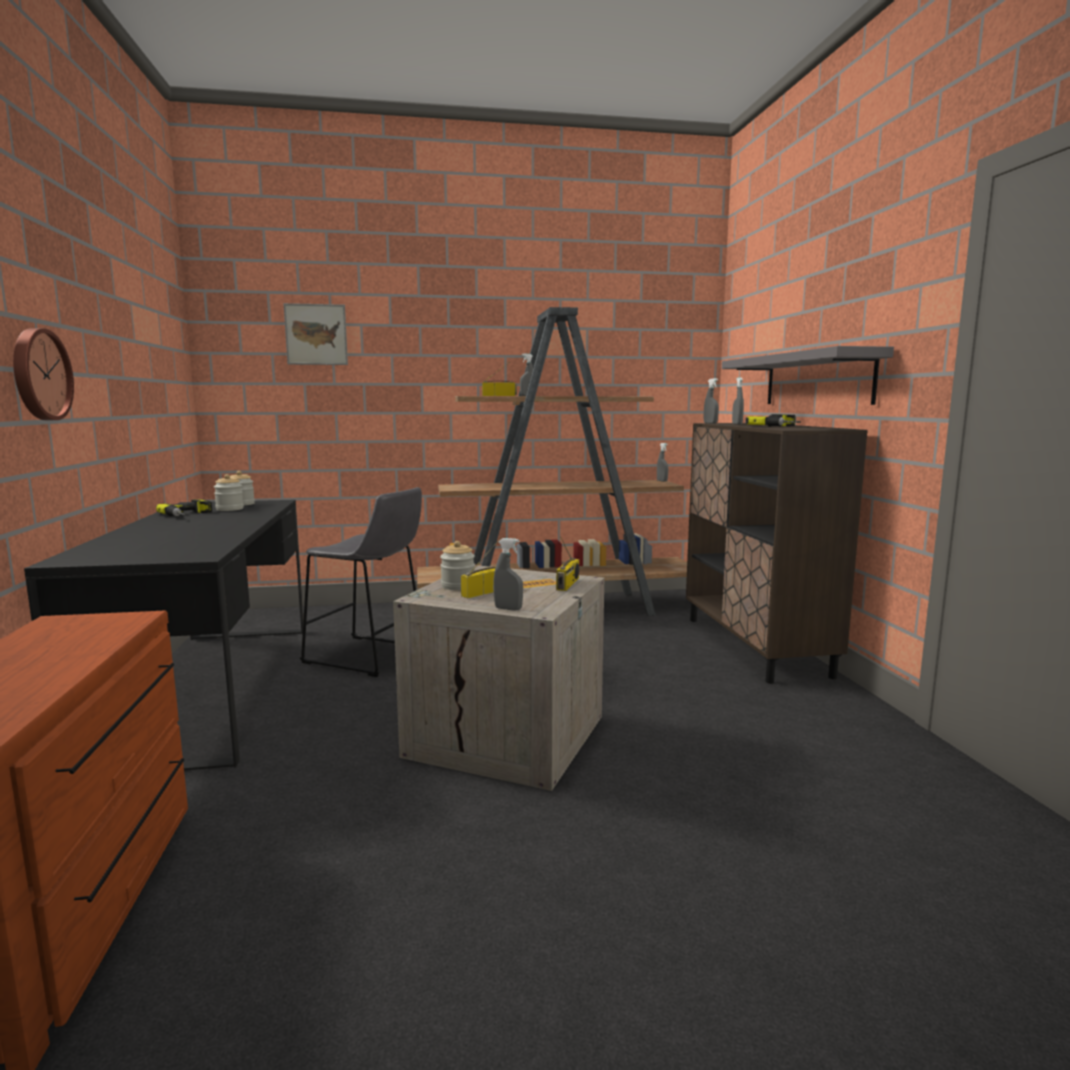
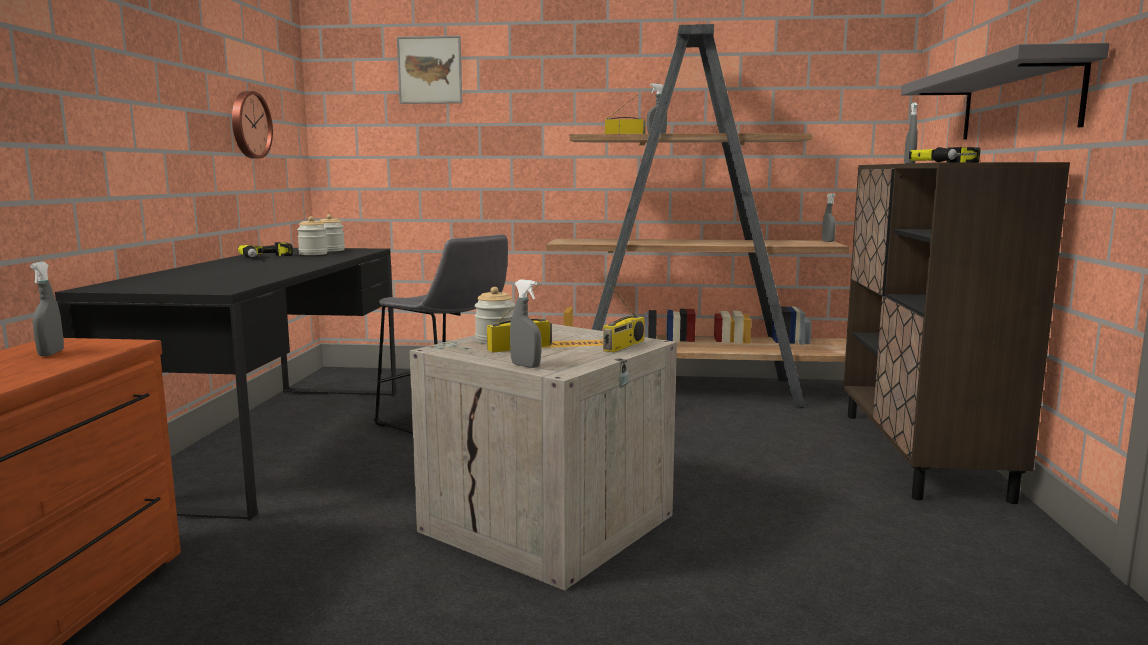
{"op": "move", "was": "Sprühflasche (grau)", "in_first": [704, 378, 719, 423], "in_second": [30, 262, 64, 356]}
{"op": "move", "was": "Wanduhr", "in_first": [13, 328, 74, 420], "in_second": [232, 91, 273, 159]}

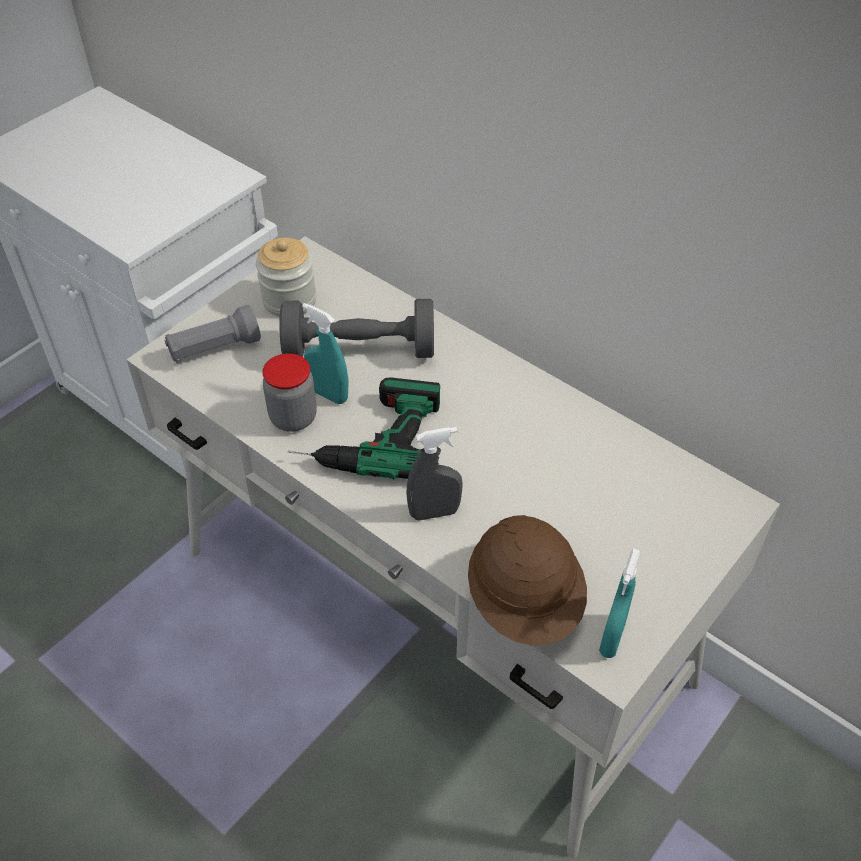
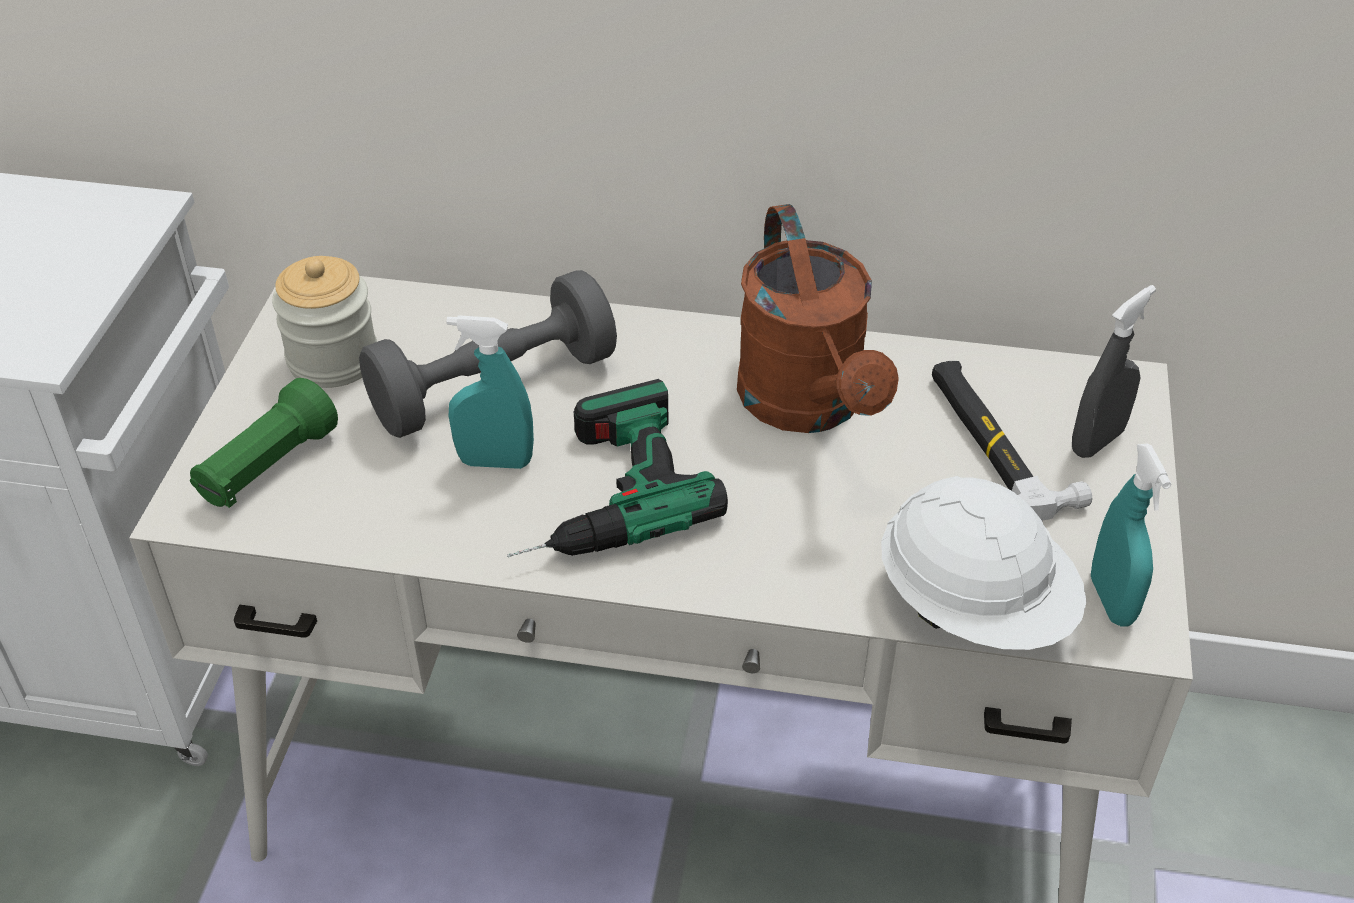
{"op": "recolor", "was": "Taschenlampe (grau)", "now": "Taschenlampe (grün)", "in_first": [165, 305, 261, 364], "in_second": [190, 378, 338, 508]}
{"op": "insert", "now": "Gießkanne (braun)", "in_second": [737, 204, 899, 433]}
{"op": "recolor", "was": "Schutzhelm (braun)", "now": "Schutzhelm (weiß)", "in_first": [468, 515, 587, 646], "in_second": [881, 476, 1086, 650]}
{"op": "insert", "now": "Hammer", "in_second": [932, 361, 1092, 521]}
{"op": "move", "was": "Sprühflasche (grau)", "in_first": [406, 427, 463, 521], "in_second": [1072, 285, 1156, 458]}
{"op": "delete", "was": "Vorratsglas", "in_first": [262, 353, 317, 432]}

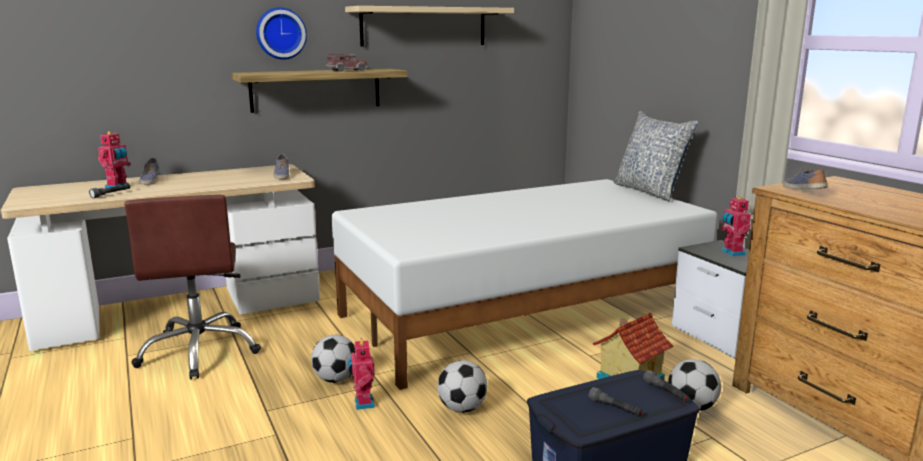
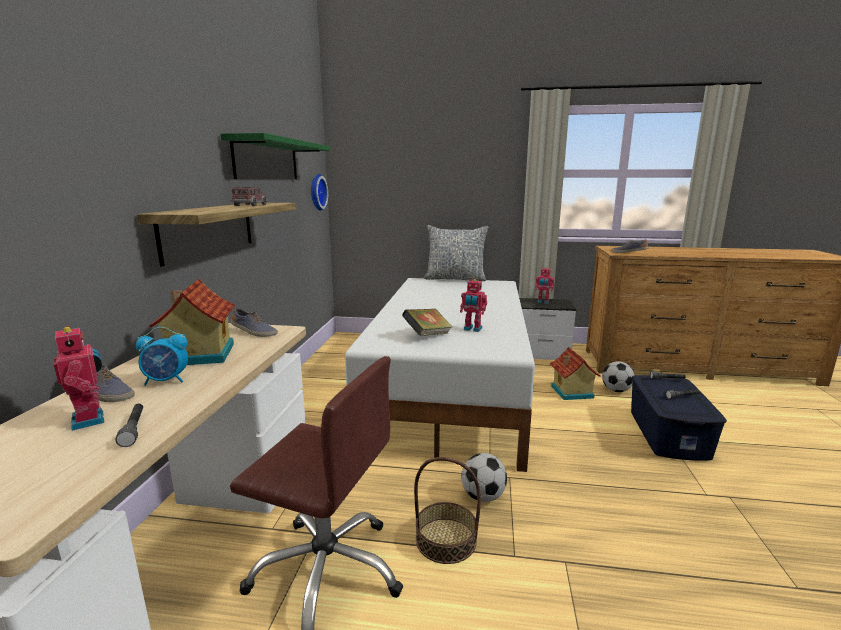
{"op": "insert", "now": "Wecker", "in_second": [136, 327, 188, 386]}
{"op": "insert", "now": "Spielzeughaus", "in_second": [149, 279, 235, 365]}
{"op": "recolor", "was": "Wandregal (beige)", "now": "Wandregal (grün)", "in_first": [345, 6, 514, 47], "in_second": [220, 133, 330, 179]}
{"op": "move", "was": "Wanduhr", "in_first": [256, 7, 307, 60], "in_second": [311, 174, 328, 211]}
{"op": "insert", "now": "Buch", "in_second": [402, 309, 453, 336]}
{"op": "insert", "now": "Korb", "in_second": [414, 457, 481, 564]}
{"op": "move", "was": "Spielzeugroboter", "in_first": [347, 338, 375, 410], "in_second": [460, 279, 487, 332]}
{"op": "delete", "was": "Fußball", "in_first": [437, 360, 487, 413]}

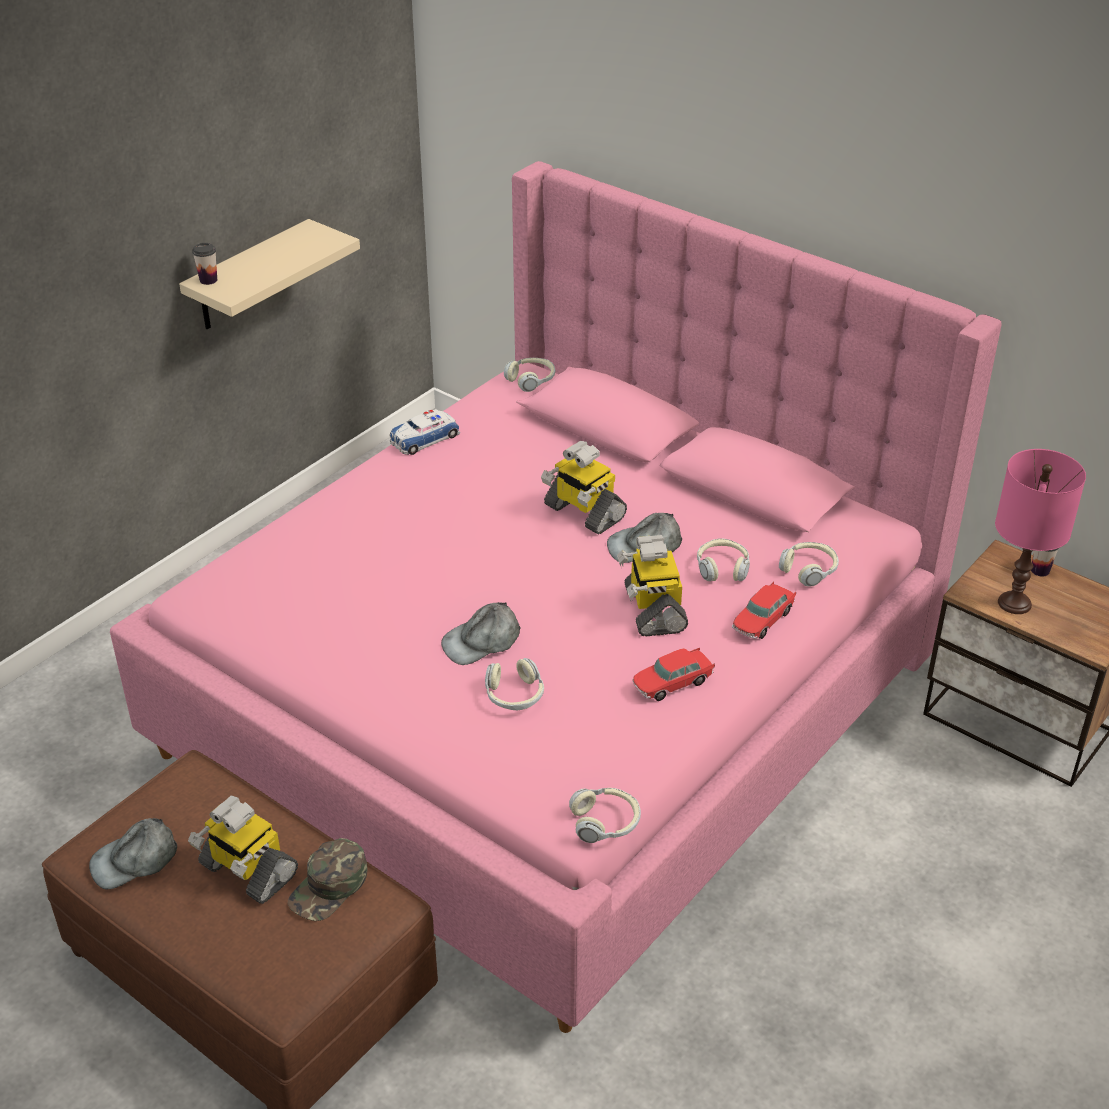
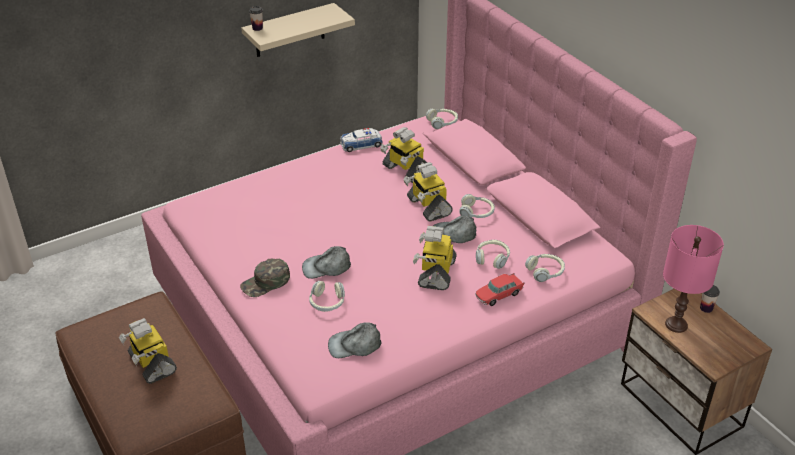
{"op": "move", "was": "Kappe (grün)", "in_first": [287, 838, 367, 921], "in_second": [240, 259, 290, 297]}
{"op": "move", "was": "Kappe (grau)", "in_first": [89, 818, 177, 890], "in_second": [328, 322, 381, 358]}
{"op": "insert", "now": "Spielzeugroboter", "in_second": [380, 127, 427, 183]}
{"op": "move", "was": "Kopfhörer", "in_first": [569, 788, 641, 843], "in_second": [459, 194, 495, 218]}
{"op": "delete", "was": "Spielzeugauto", "in_first": [633, 648, 715, 701]}

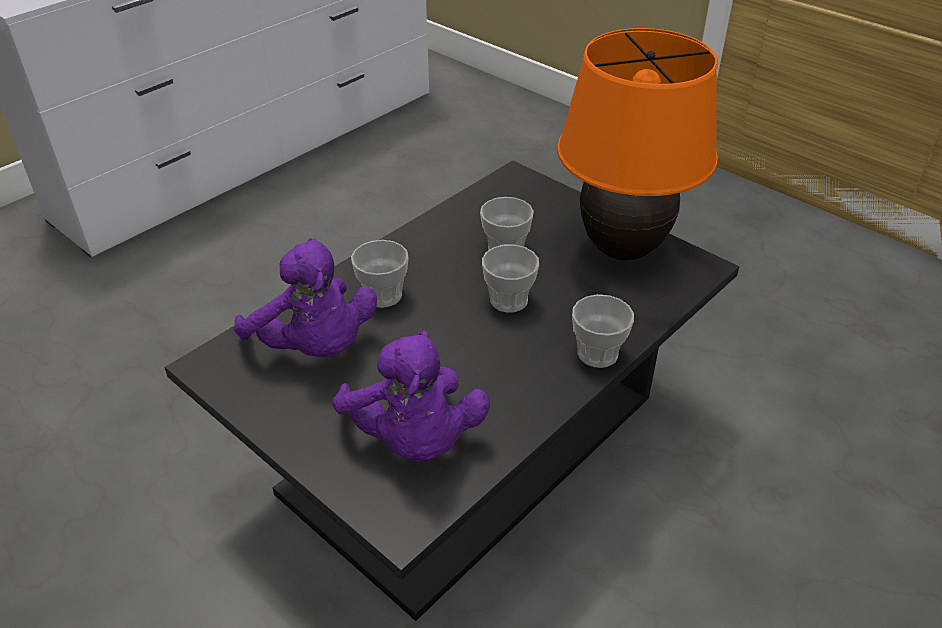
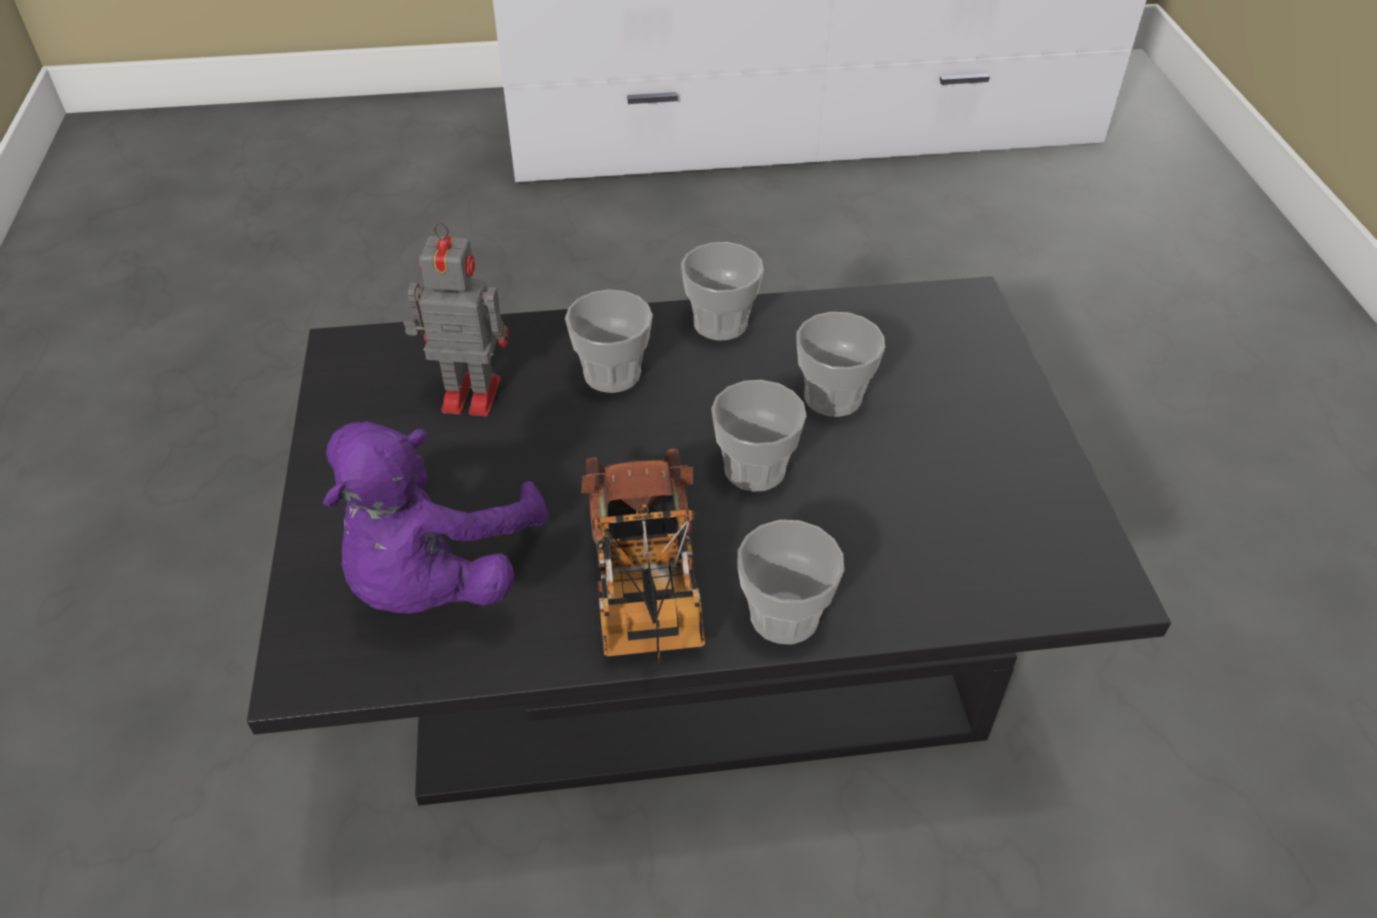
{"op": "replace", "was": "Plüschtier (lila)", "now": "Spielzeugroboter", "in_first": [234, 238, 377, 357], "in_second": [404, 222, 509, 416]}
{"op": "insert", "now": "Spielzeuglaster", "in_second": [581, 449, 705, 666]}
{"op": "insert", "now": "Tasse", "in_second": [681, 242, 764, 340]}
{"op": "delete", "was": "Tischlampe (orange)", "in_first": [557, 28, 718, 261]}

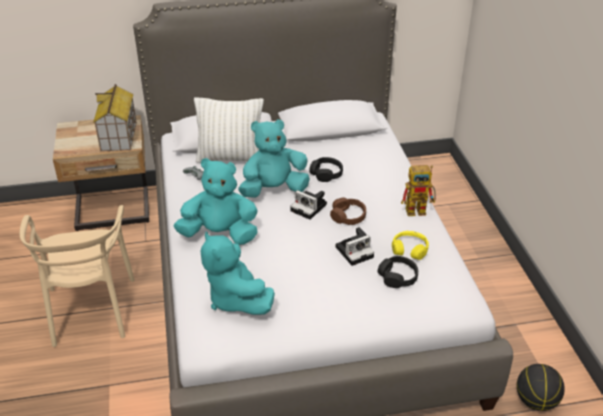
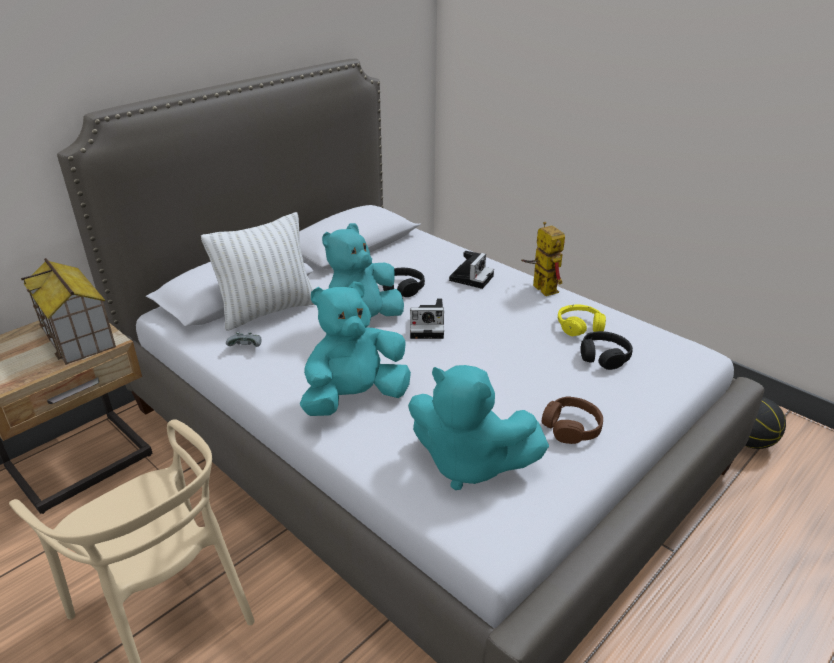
{"op": "move", "was": "Kamera", "in_first": [336, 227, 374, 266], "in_second": [449, 251, 494, 289]}
{"op": "rotate", "was": "Spielzeugroboter", "in_first": [401, 165, 436, 216], "in_second": [521, 221, 565, 296], "clockwise": -75}
{"op": "move", "was": "Kopfhörer (braun)", "in_first": [330, 197, 366, 225], "in_second": [542, 396, 603, 444]}

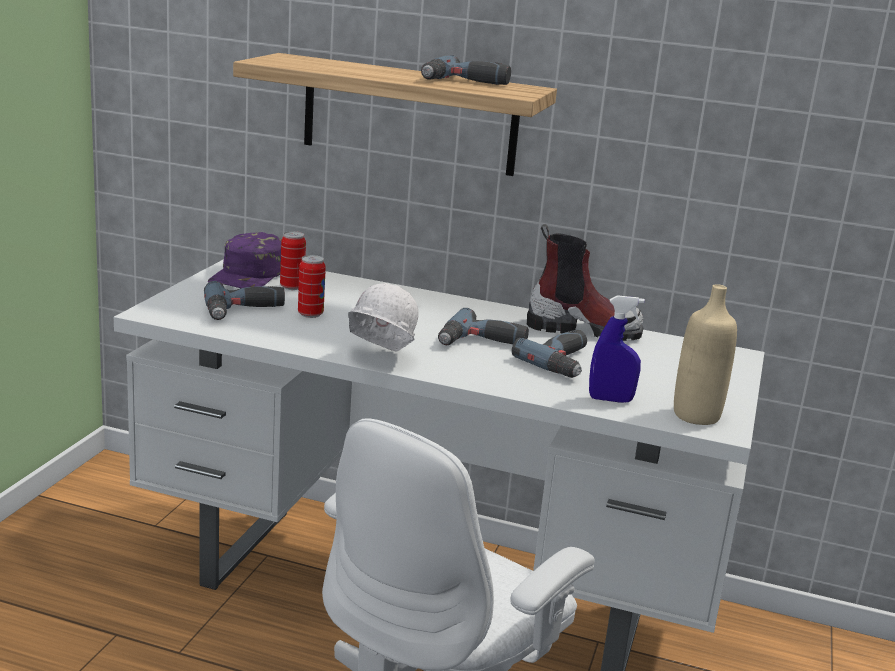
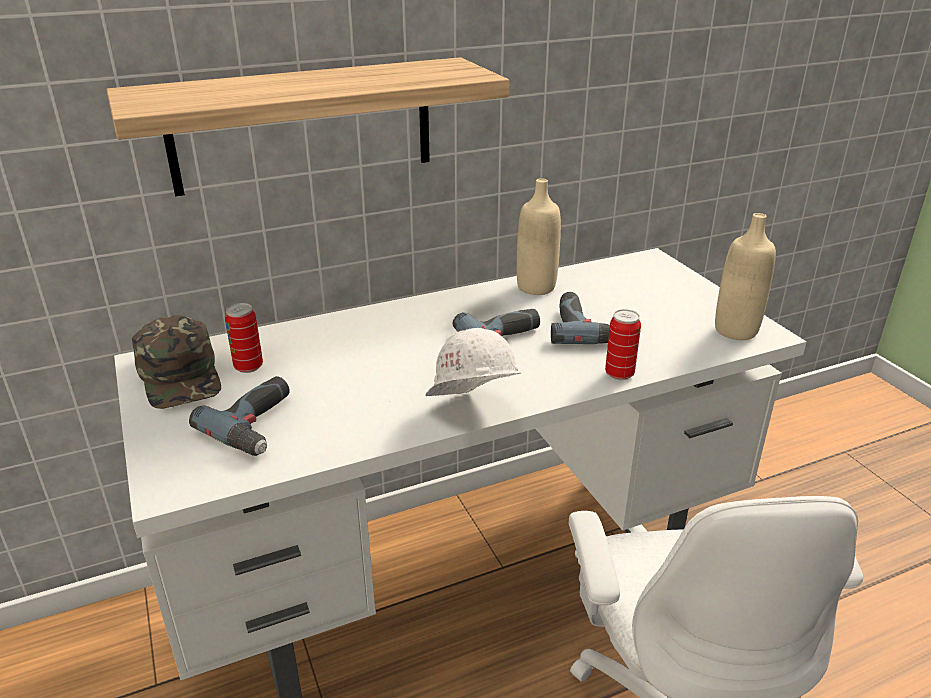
{"op": "recolor", "was": "Kappe (lila)", "now": "Kappe (grün)", "in_first": [208, 232, 281, 288], "in_second": [132, 315, 221, 409]}
{"op": "replace", "was": "Stiefel", "now": "Flasche (beige)", "in_first": [527, 224, 644, 341], "in_second": [517, 178, 561, 295]}
{"op": "move", "was": "Dose", "in_first": [298, 255, 326, 318], "in_second": [605, 309, 641, 380]}
{"op": "delete", "was": "Bohrmaschine", "in_first": [421, 55, 511, 85]}
{"op": "delete", "was": "Sprühflasche (blau)", "in_first": [589, 295, 645, 403]}

